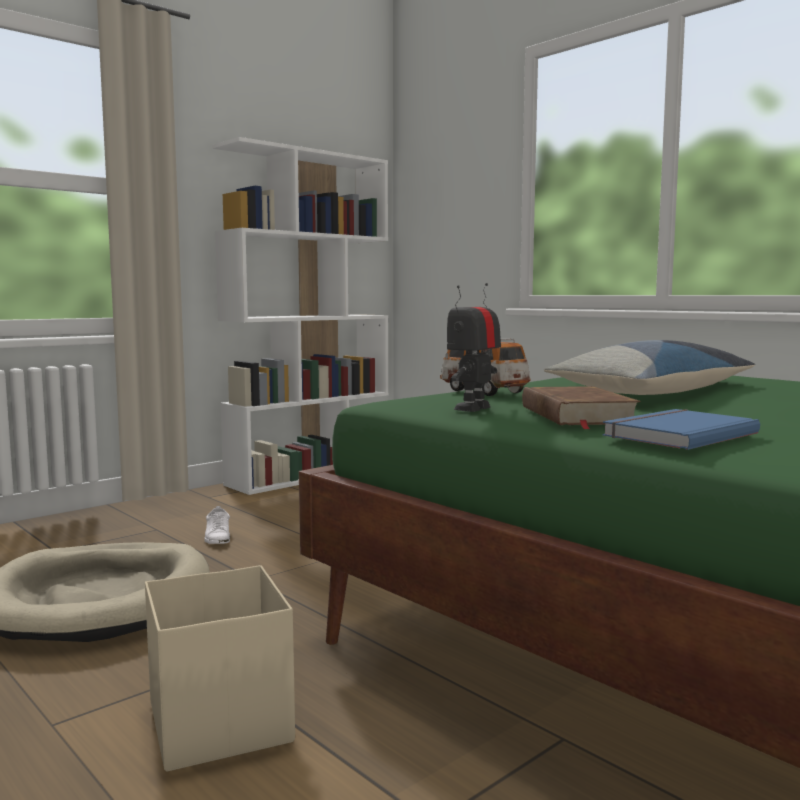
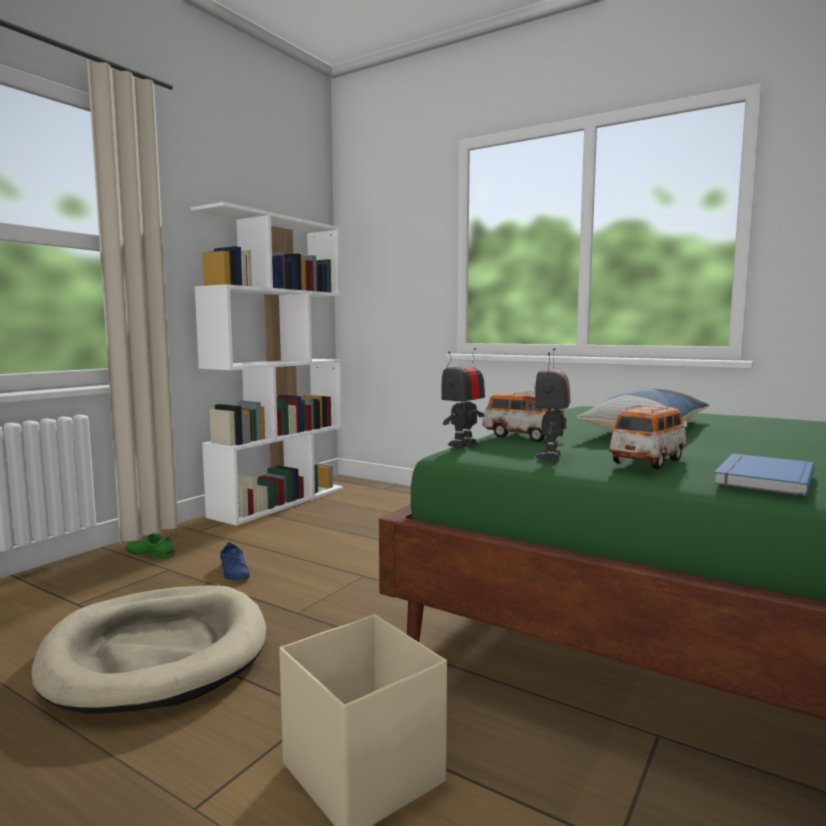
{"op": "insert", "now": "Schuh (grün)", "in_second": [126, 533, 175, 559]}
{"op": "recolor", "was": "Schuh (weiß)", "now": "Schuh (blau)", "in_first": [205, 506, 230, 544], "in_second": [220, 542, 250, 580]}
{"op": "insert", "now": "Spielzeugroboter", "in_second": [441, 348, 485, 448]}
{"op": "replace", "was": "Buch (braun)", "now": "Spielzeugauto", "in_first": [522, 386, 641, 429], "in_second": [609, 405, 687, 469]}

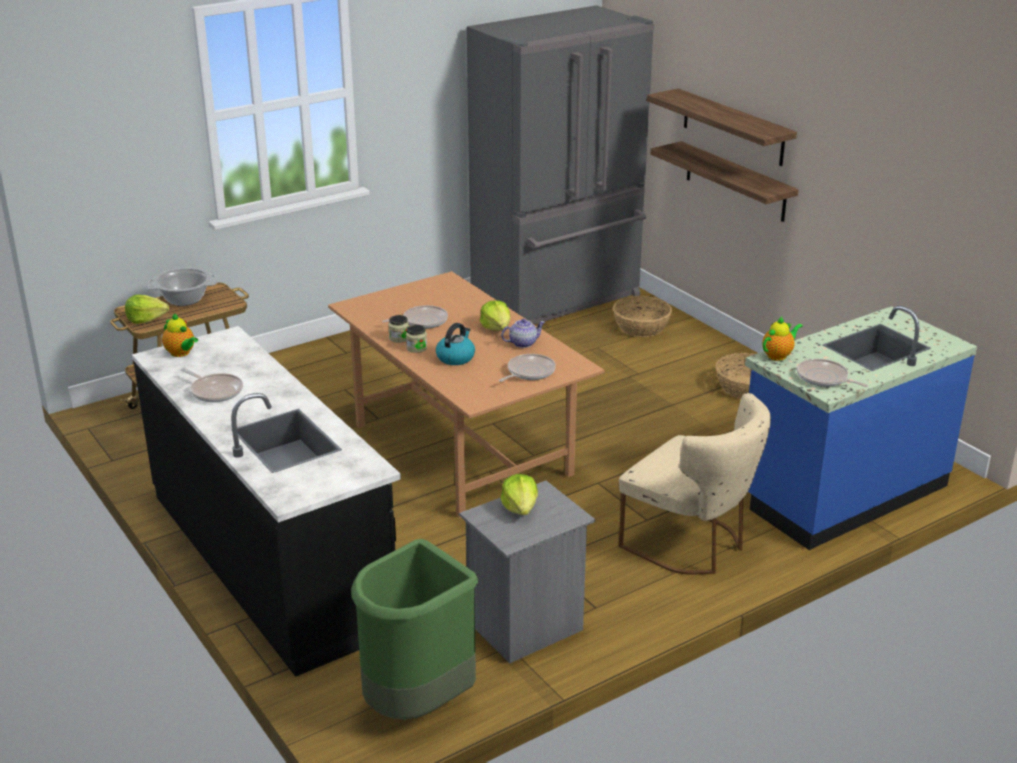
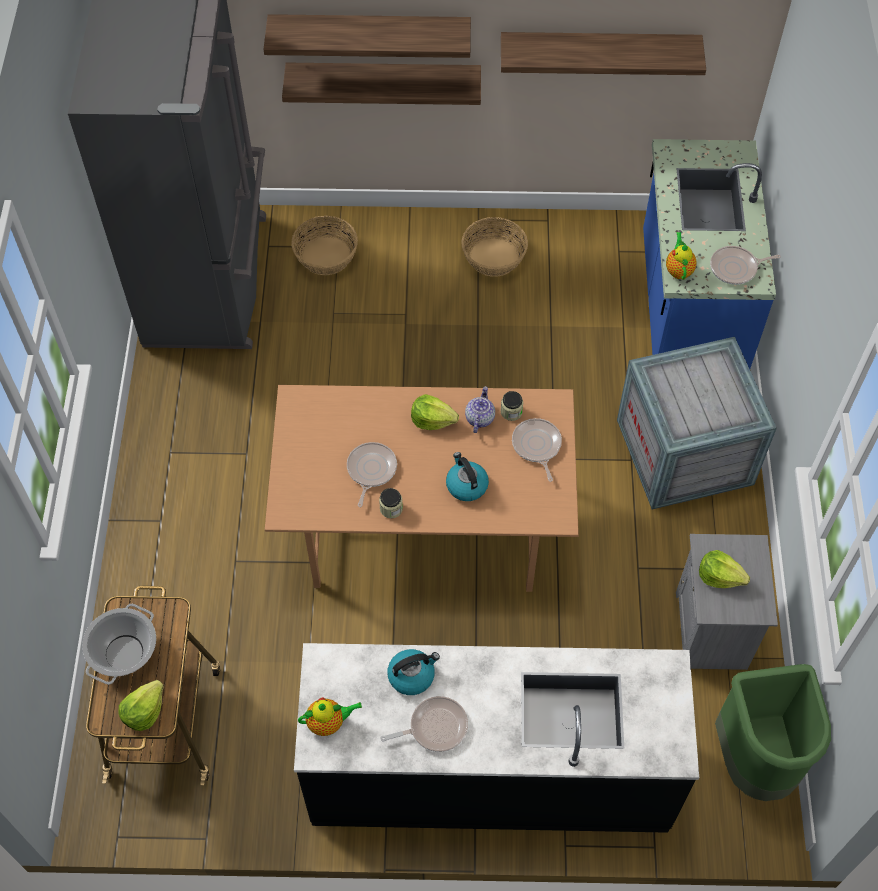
{"op": "insert", "now": "Wasserkessel", "in_second": [387, 649, 440, 695]}
{"op": "insert", "now": "Wandregal", "in_second": [501, 32, 706, 75]}
{"op": "move", "was": "Vorratsglas", "in_first": [406, 325, 427, 353], "in_second": [501, 391, 523, 421]}
{"op": "replace", "was": "Stuhl (beige)", "now": "Kiste", "in_first": [619, 393, 771, 575], "in_second": [617, 337, 777, 509]}

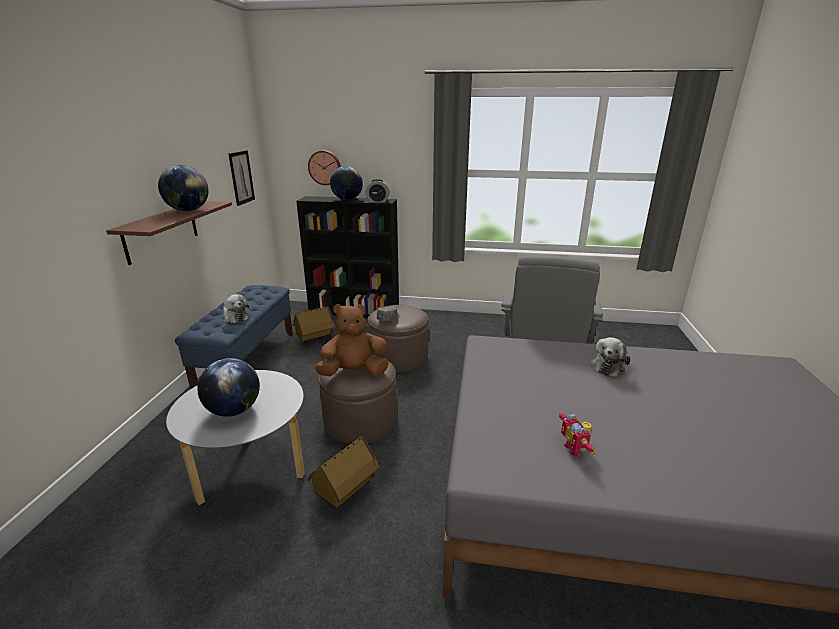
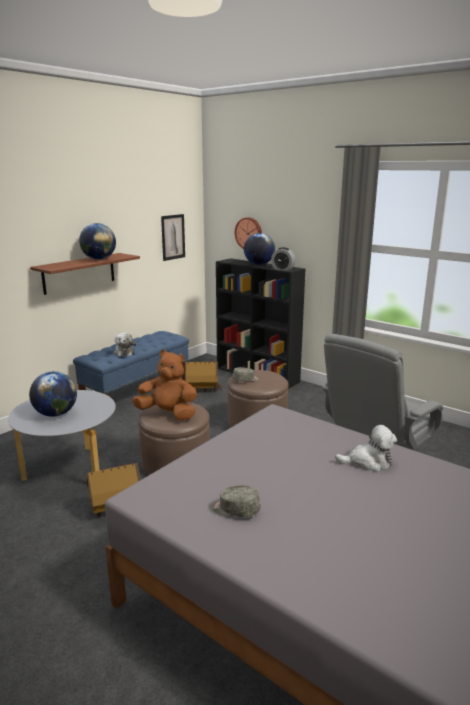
{"op": "replace", "was": "Spielzeugroboter", "now": "Kappe (grau)", "in_first": [559, 411, 595, 456], "in_second": [211, 485, 260, 518]}
{"op": "rotate", "was": "Plüschtier", "in_first": [590, 337, 631, 377], "in_second": [335, 425, 397, 472], "clockwise": -150}

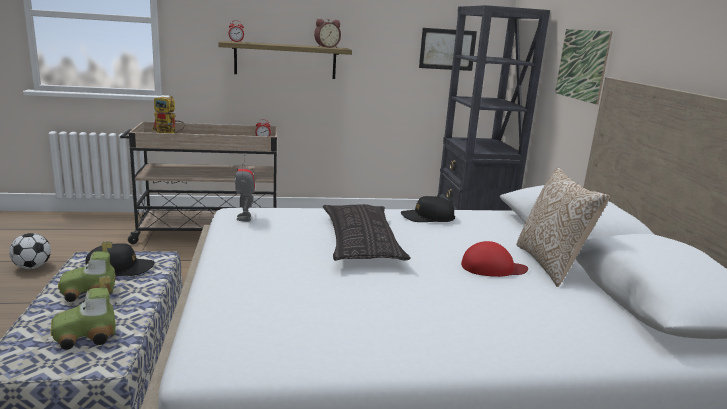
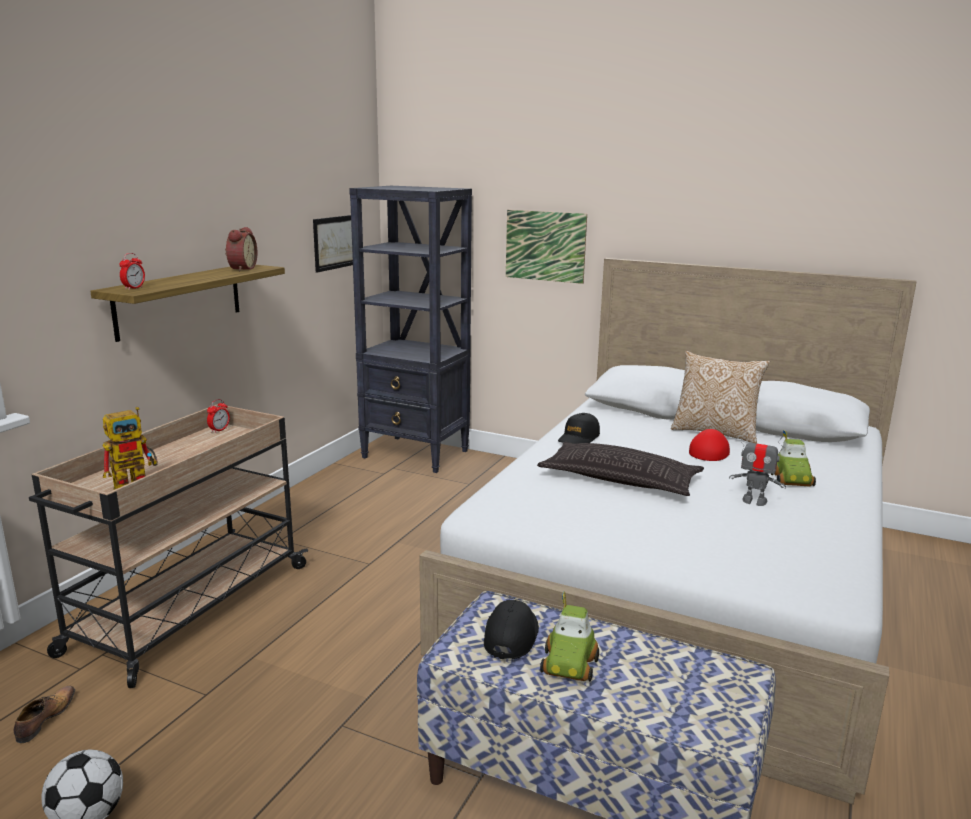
{"op": "insert", "now": "Schuh", "in_second": [13, 686, 75, 743]}
{"op": "move", "was": "Spielzeugroboter", "in_first": [235, 155, 255, 221], "in_second": [729, 429, 786, 506]}
{"op": "move", "was": "Spielzeugauto", "in_first": [50, 276, 116, 350], "in_second": [771, 430, 816, 487]}

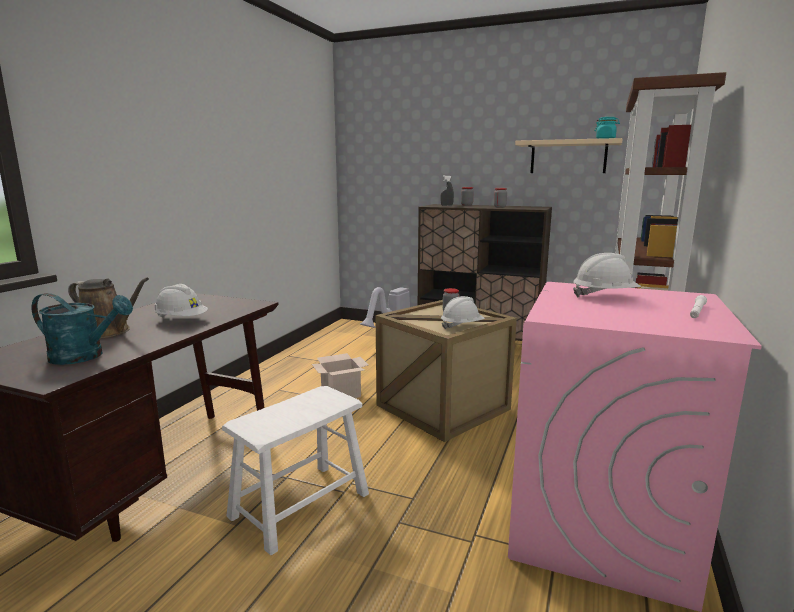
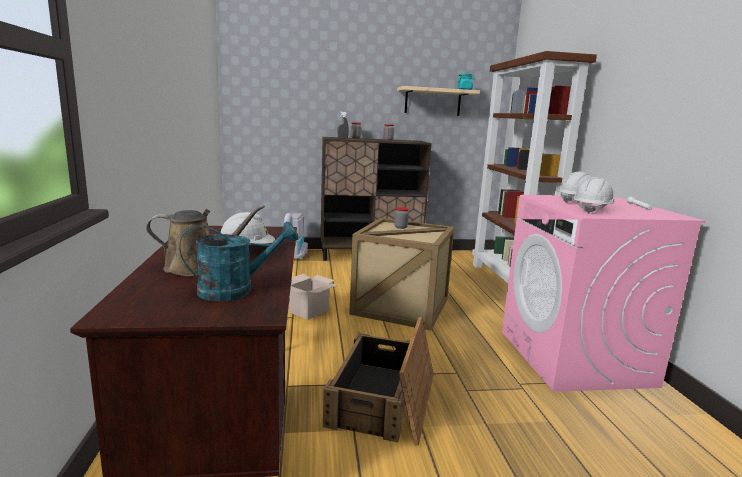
{"op": "replace", "was": "Hocker (weiß)", "now": "Kiste", "in_first": [222, 386, 369, 555], "in_second": [323, 316, 434, 445]}
{"op": "move", "was": "Schutzhelm (weiß)", "in_first": [441, 296, 485, 329], "in_second": [573, 177, 615, 214]}

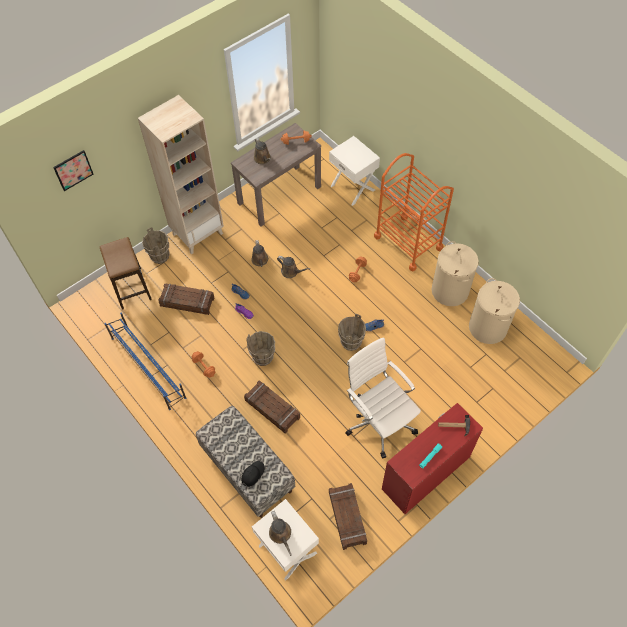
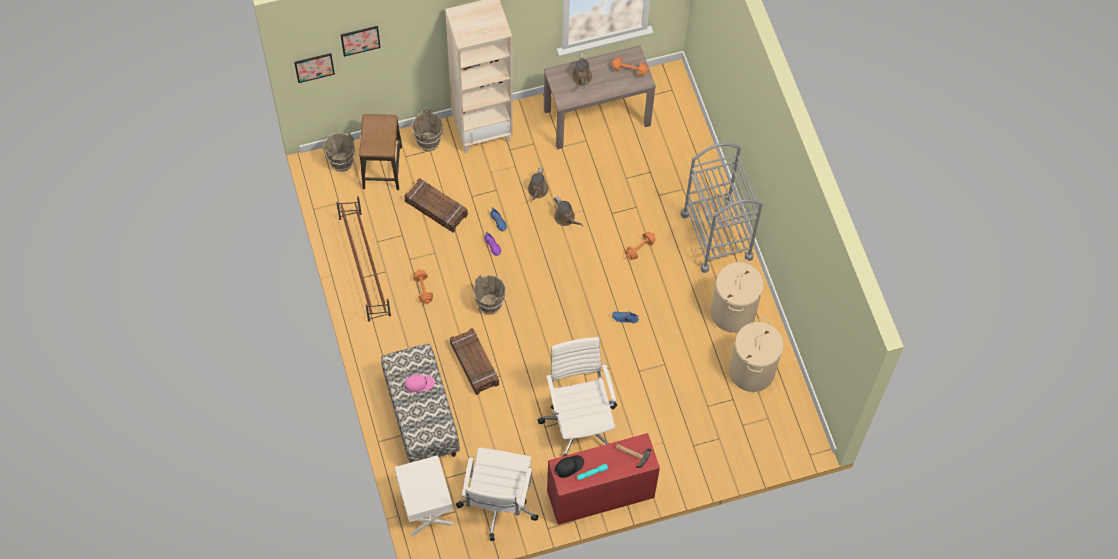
{"op": "insert", "now": "Bild", "in_second": [294, 53, 335, 83]}
{"op": "move", "was": "Eimer (braun)", "in_first": [338, 314, 366, 351], "in_second": [323, 133, 355, 172]}
{"op": "recolor", "was": "Schuhregal (blau)", "now": "Schuhregal (braun)", "in_first": [104, 313, 186, 410], "in_second": [336, 196, 391, 322]}
{"op": "insert", "now": "Kappe (rosa)", "in_second": [404, 374, 435, 392]}
{"op": "replace", "was": "Kiste", "now": "Bürostuhl (weiß)", "in_first": [329, 483, 367, 550], "in_second": [456, 447, 538, 541]}
{"op": "move", "was": "Kappe (schwarz)", "in_first": [241, 461, 265, 487], "in_second": [555, 455, 584, 478]}
{"op": "recolor", "was": "Rollwagen (orange)", "now": "Rollwagen (grau)", "in_first": [374, 153, 454, 272], "in_second": [681, 143, 763, 273]}
{"op": "delete", "was": "Gießkanne (braun)", "in_first": [269, 511, 292, 556]}
{"op": "delete", "was": "Nachttisch (weiß)", "in_first": [329, 136, 380, 206]}

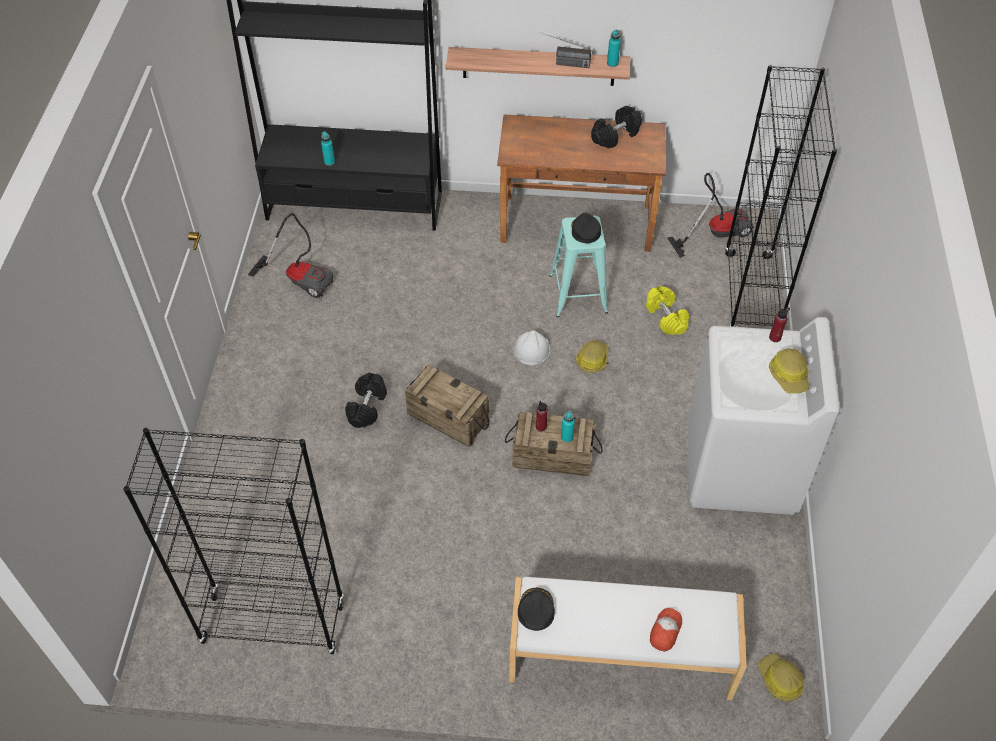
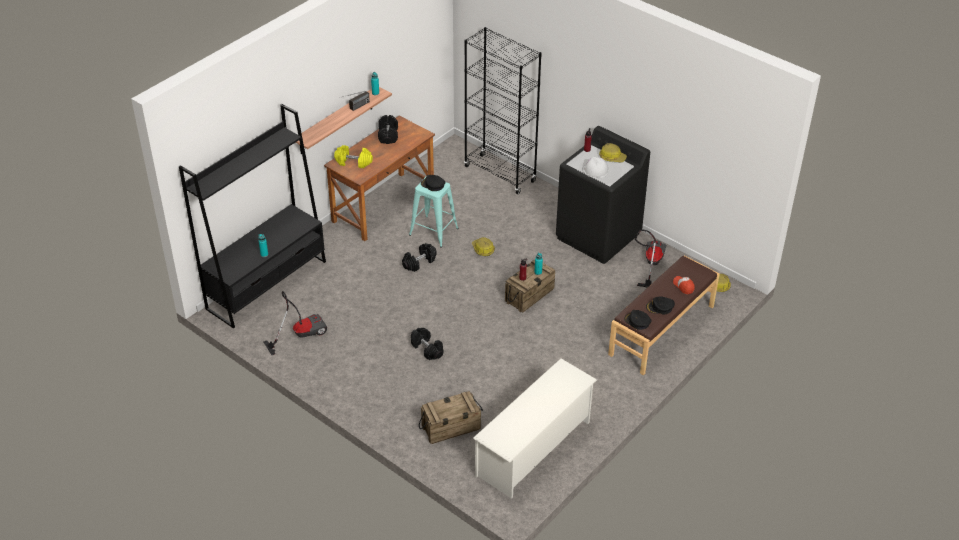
{"op": "move", "was": "Hantel (gelb)", "in_first": [646, 286, 689, 335], "in_second": [334, 145, 373, 168]}
{"op": "insert", "now": "Hantel (schwarz)", "in_second": [402, 243, 437, 272]}
{"op": "move", "was": "Kiste", "in_first": [405, 365, 490, 447], "in_second": [419, 391, 483, 444]}
{"op": "replace", "was": "Bücherregal (schwarz)", "now": "Schuhregal (weiß)", "in_first": [123, 428, 345, 654], "in_second": [473, 358, 597, 499]}
{"op": "recolor", "was": "Waschmaschine (weiß)", "now": "Waschmaschine (schwarz)", "in_first": [688, 317, 840, 515], "in_second": [556, 126, 650, 264]}
{"op": "move", "was": "Schutzhelm (weiß)", "in_first": [513, 330, 551, 365], "in_second": [582, 157, 609, 178]}
{"op": "recolor", "was": "Bank (weiß)", "now": "Bank (braun)", "in_first": [509, 577, 747, 700], "in_second": [608, 255, 720, 375]}
{"op": "move", "was": "Staubsauger", "in_first": [667, 173, 754, 258], "in_second": [635, 230, 667, 287]}
{"op": "insert", "now": "Kappe (schwarz)", "in_second": [646, 296, 675, 314]}

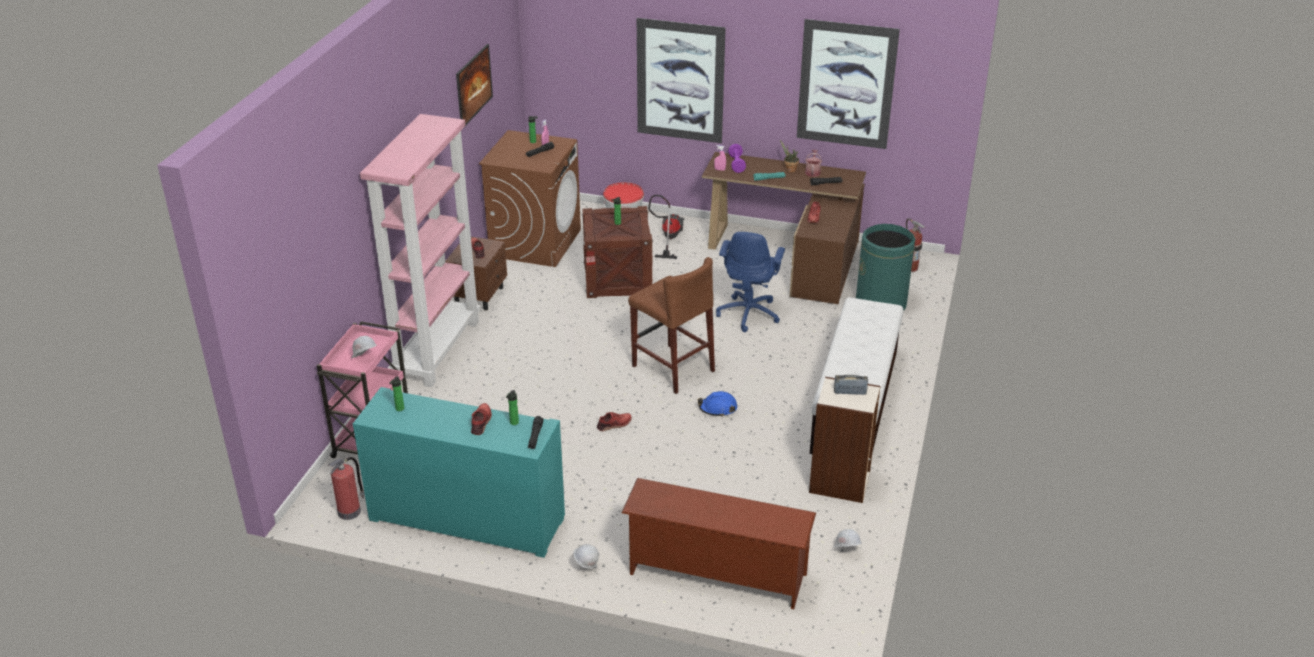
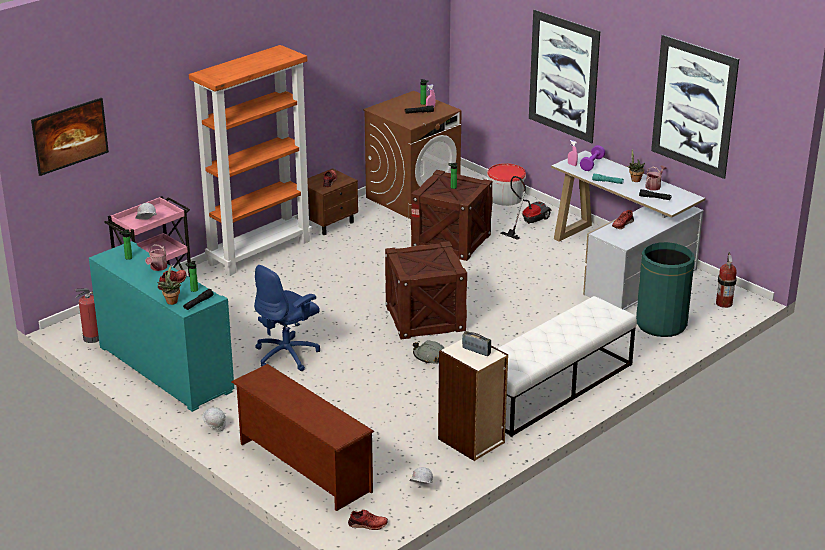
{"op": "move", "was": "Bild", "in_first": [456, 44, 493, 125], "in_second": [31, 98, 109, 176]}
{"op": "insert", "now": "Gießkanne", "in_second": [145, 244, 167, 271]}
{"op": "insert", "now": "Topfpflanze", "in_second": [157, 264, 181, 305]}
{"op": "recolor", "was": "Bücherregal (rosa)", "now": "Bücherregal (orange)", "in_first": [360, 114, 480, 387], "in_second": [189, 45, 312, 276]}
{"op": "move", "was": "Bürostuhl (blau)", "in_first": [716, 232, 785, 332], "in_second": [254, 265, 320, 371]}
{"op": "move", "was": "Schuh (rot)", "in_first": [597, 412, 632, 431], "in_second": [348, 510, 388, 530]}
{"op": "replace", "was": "Hocker (braun)", "now": "Kiste", "in_first": [628, 257, 715, 394], "in_second": [385, 241, 467, 339]}
{"op": "recolor", "was": "Schutzhelm (blau)", "now": "Schutzhelm (grau)", "in_first": [698, 391, 737, 417], "in_second": [413, 340, 444, 364]}
{"op": "recolor", "was": "Schreibtisch (braun)", "now": "Schreibtisch (weiß)", "in_first": [702, 152, 866, 304], "in_second": [551, 150, 705, 310]}

